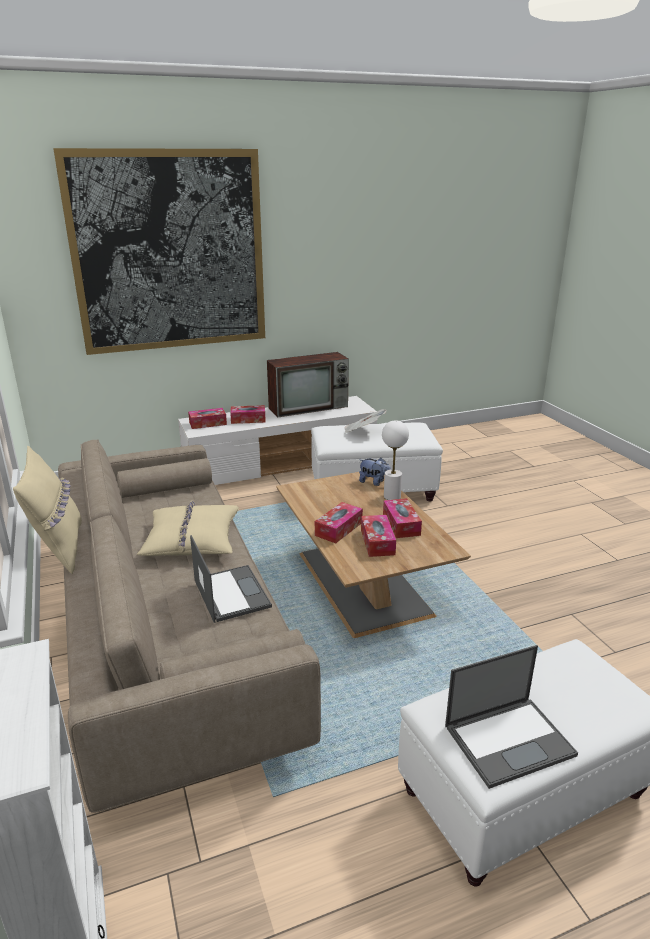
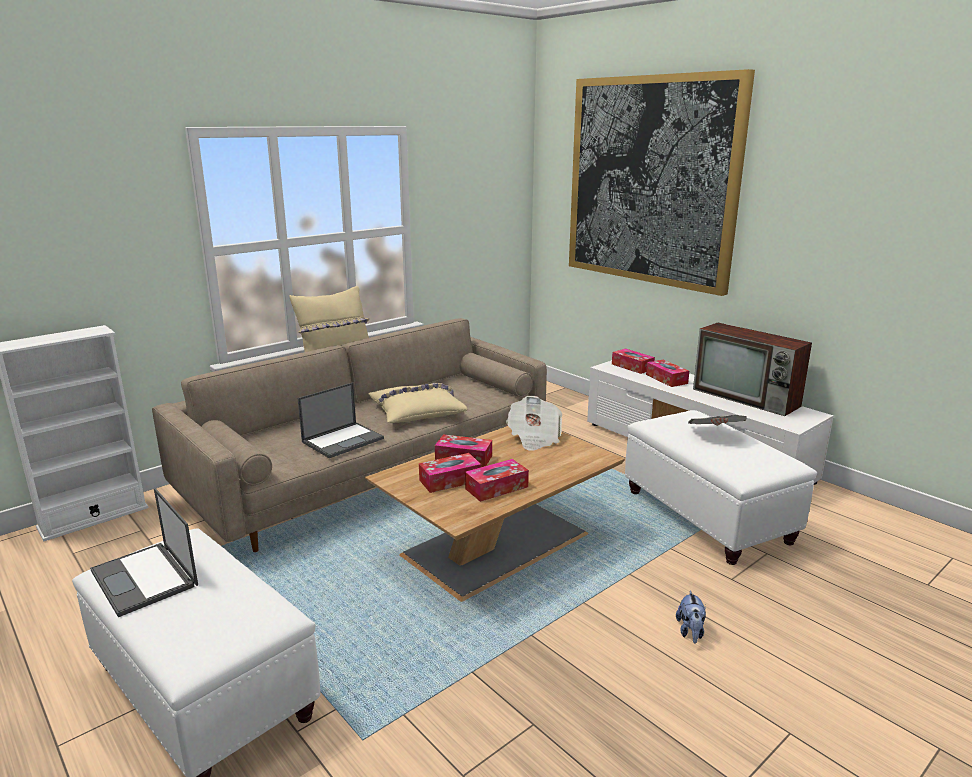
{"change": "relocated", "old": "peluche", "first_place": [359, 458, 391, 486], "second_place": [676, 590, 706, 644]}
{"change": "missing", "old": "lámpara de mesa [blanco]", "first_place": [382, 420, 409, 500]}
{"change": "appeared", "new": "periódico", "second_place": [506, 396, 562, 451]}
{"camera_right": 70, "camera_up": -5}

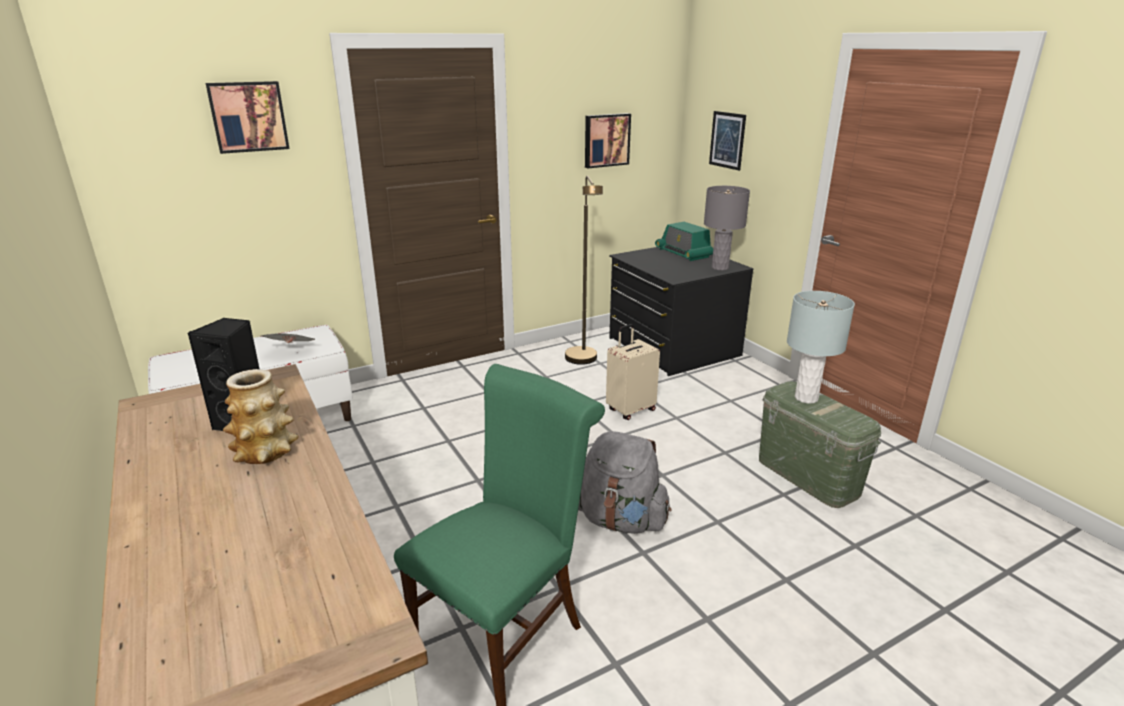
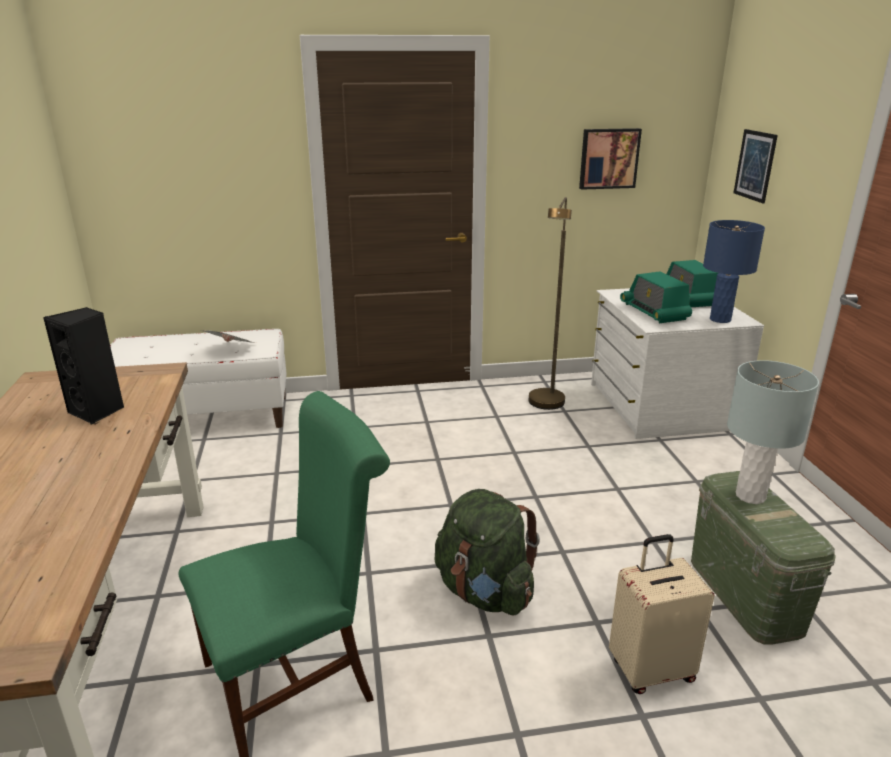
{"change": "missing", "old": "cuadro", "first_place": [206, 81, 289, 154]}
{"change": "missing", "old": "florero", "first_place": [223, 369, 299, 464]}
{"change": "colour", "old": "mochila [gris]", "new": "mochila [verde]", "first_place": [578, 431, 672, 534], "second_place": [435, 489, 540, 615]}
{"change": "relocated", "old": "maleta [beis]", "first_place": [606, 324, 660, 420], "second_place": [609, 534, 715, 694]}
{"change": "colour", "old": "cómoda [negro]", "new": "cómoda [blanco]", "first_place": [609, 247, 754, 376], "second_place": [591, 288, 764, 439]}
{"change": "colour", "old": "lámpara de mesa [gris]", "new": "lámpara de mesa [azul]", "first_place": [704, 186, 750, 270], "second_place": [703, 220, 765, 323]}
{"change": "appeared", "new": "radio", "second_place": [620, 271, 692, 323]}
{"camera_right": 20, "camera_up": 0}

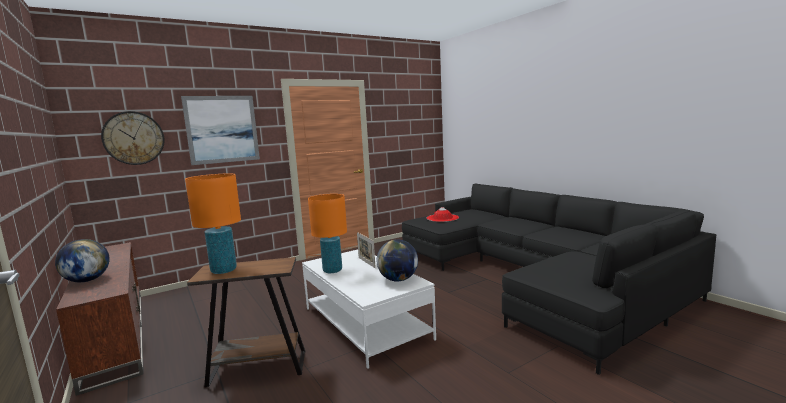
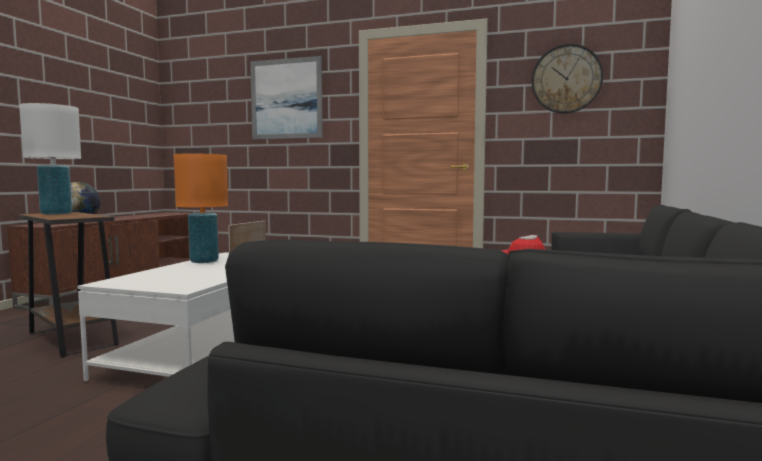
{"change": "relocated", "old": "reloj de pared", "first_place": [101, 111, 165, 165], "second_place": [531, 44, 603, 114]}
{"change": "colour", "old": "lámpara de mesa [naranja]", "new": "lámpara de mesa [blanco]", "first_place": [185, 173, 241, 274], "second_place": [19, 103, 81, 215]}
{"change": "missing", "old": "globo terráqueo", "first_place": [377, 239, 418, 282]}
{"camera_right": 50, "camera_up": -5}

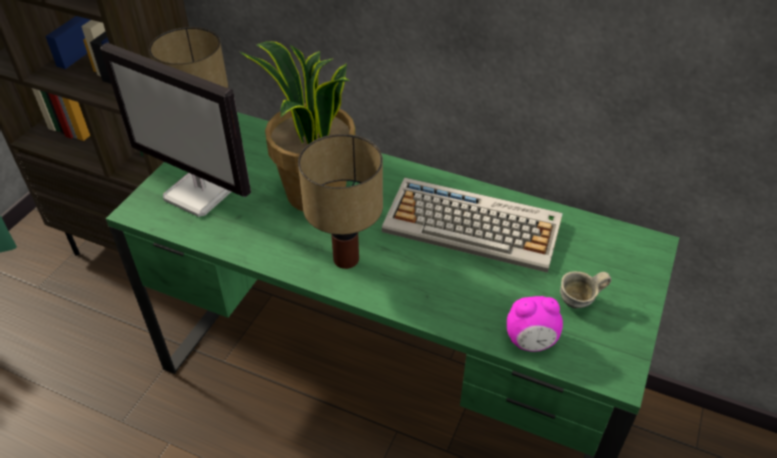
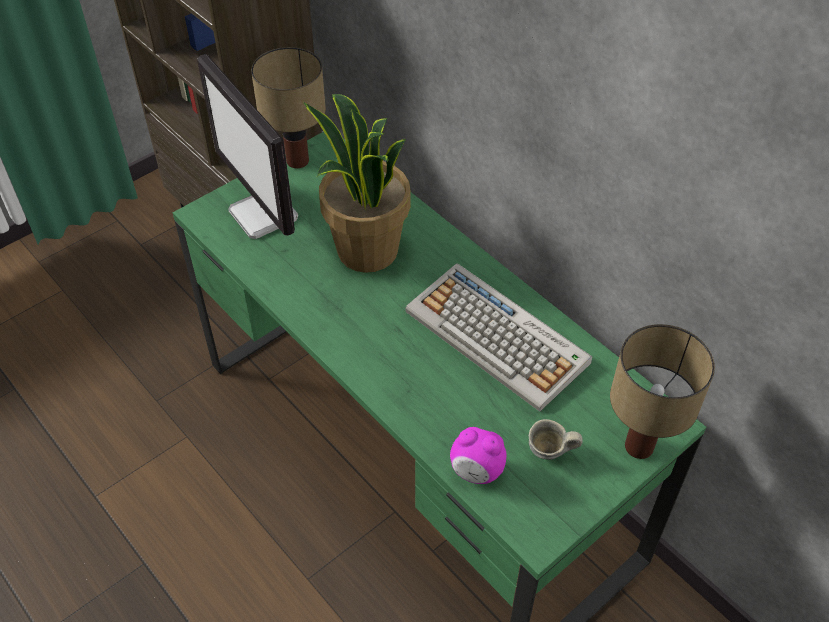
{"change": "relocated", "old": "lámpara de mesa", "first_place": [298, 134, 383, 269], "second_place": [610, 324, 715, 459]}
{"camera_right": 25, "camera_up": 5}

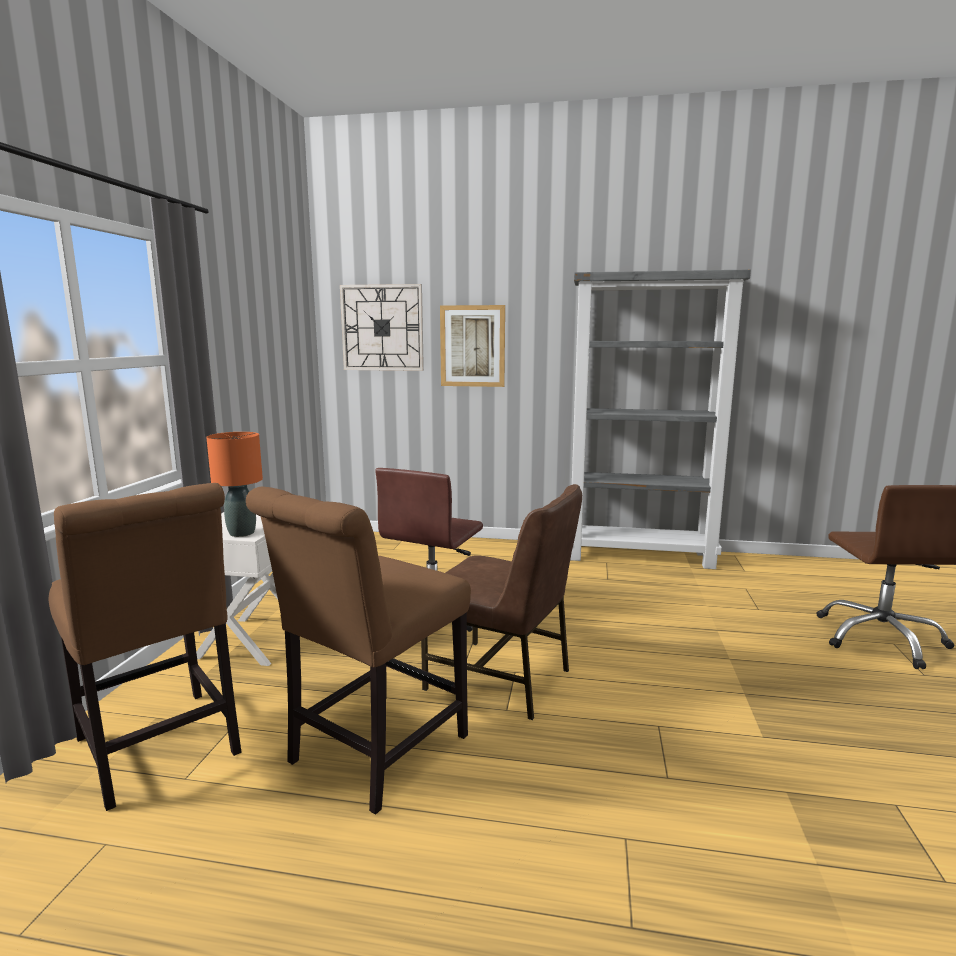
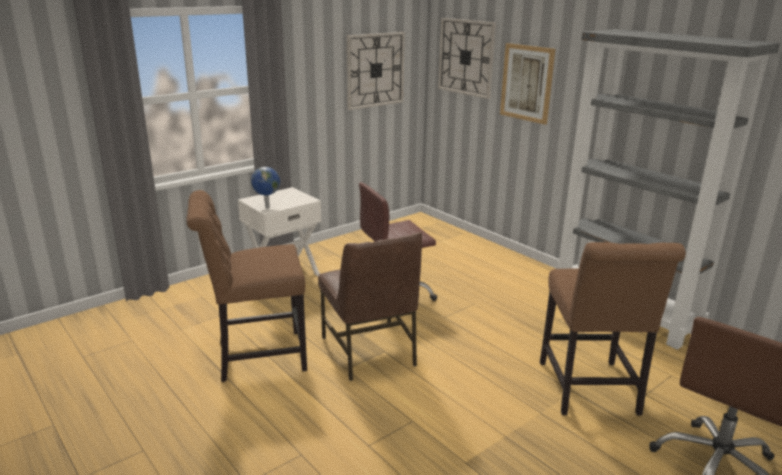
{"change": "relocated", "old": "silla [marrón]", "first_place": [49, 483, 241, 811], "second_place": [540, 242, 686, 415]}
{"change": "exchanged", "old": "lámpara de mesa [naranja]", "new": "globo terráqueo", "first_place": [206, 432, 263, 537], "second_place": [251, 167, 280, 208]}
{"change": "appeared", "new": "reloj de pared", "second_place": [346, 32, 405, 110]}
{"camera_right": 40, "camera_up": 10}

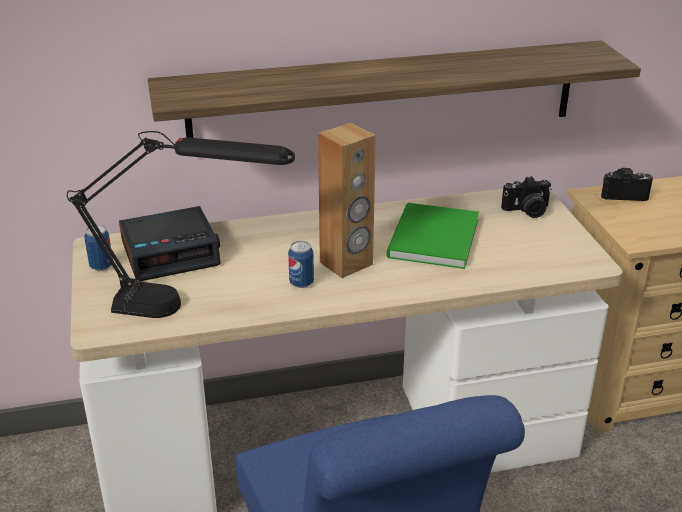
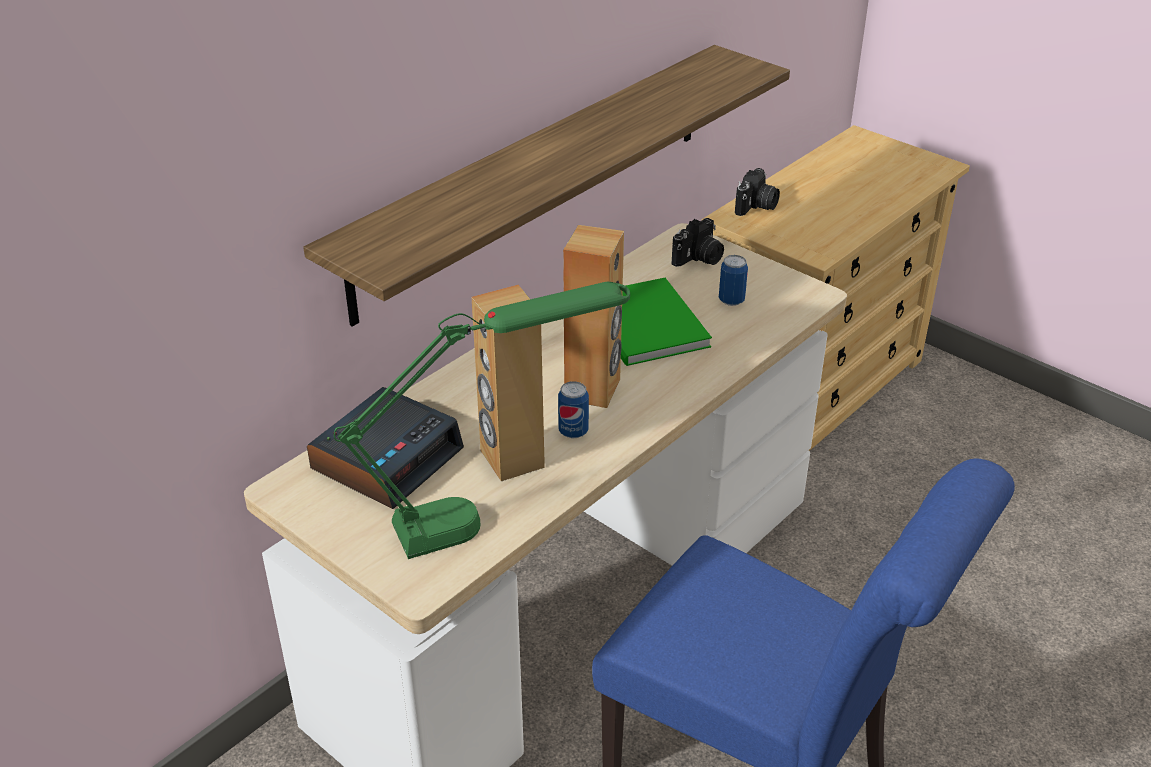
{"change": "colour", "old": "lámpara de mesa [negro]", "new": "lámpara de mesa [verde]", "first_place": [67, 131, 295, 318], "second_place": [334, 282, 630, 559]}
{"change": "relocated", "old": "lata", "first_place": [84, 225, 113, 271], "second_place": [719, 255, 748, 306]}
{"change": "spun", "old": "cámara", "first_place": [601, 168, 653, 201], "second_place": [735, 168, 780, 216], "degrees": 150}
{"change": "appeared", "new": "altavoz [marrón]", "second_place": [472, 285, 545, 481]}
{"camera_right": -35, "camera_up": 5}

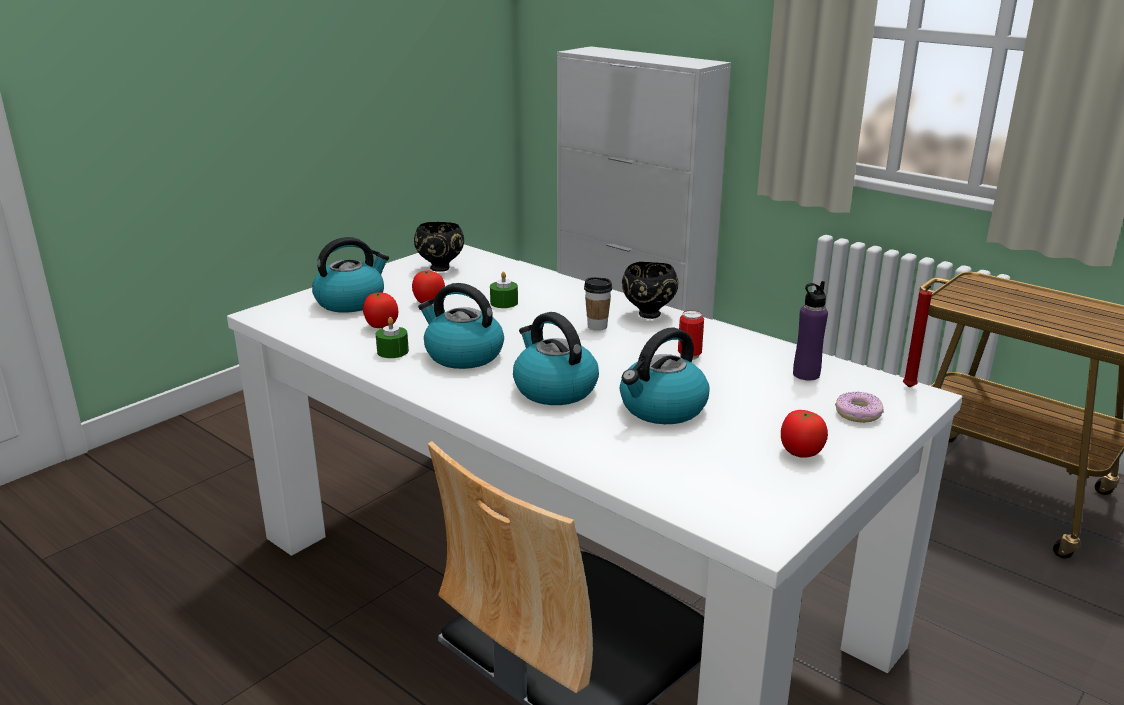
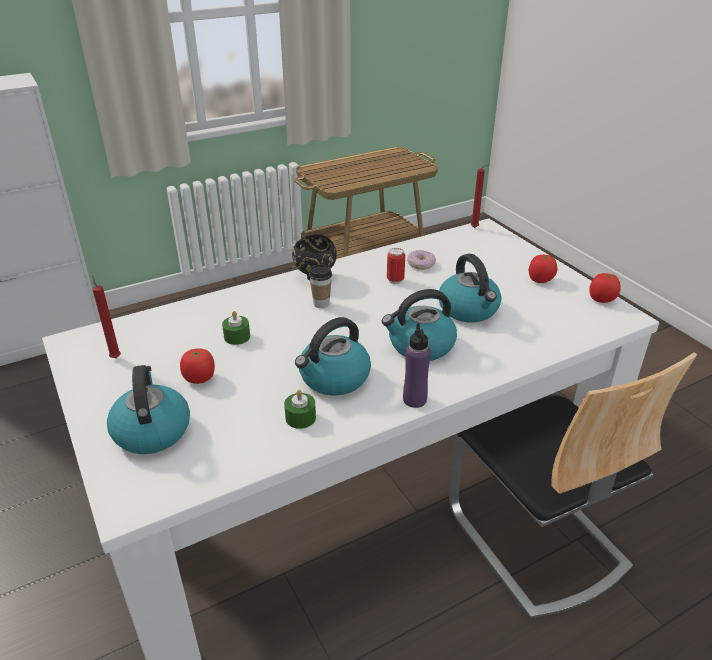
{"change": "relocated", "old": "tomate", "first_place": [363, 292, 398, 328], "second_place": [589, 273, 621, 303]}
{"change": "exchanged", "old": "cuenco [negro]", "new": "vela [rojo]", "first_place": [414, 222, 464, 272], "second_place": [92, 275, 121, 358]}
{"change": "relocated", "old": "botella [morado]", "first_place": [793, 281, 828, 380], "second_place": [403, 323, 431, 408]}
{"change": "relocated", "old": "rosquilla", "first_place": [835, 392, 884, 423], "second_place": [407, 250, 436, 270]}
{"camera_right": -70, "camera_up": 10}

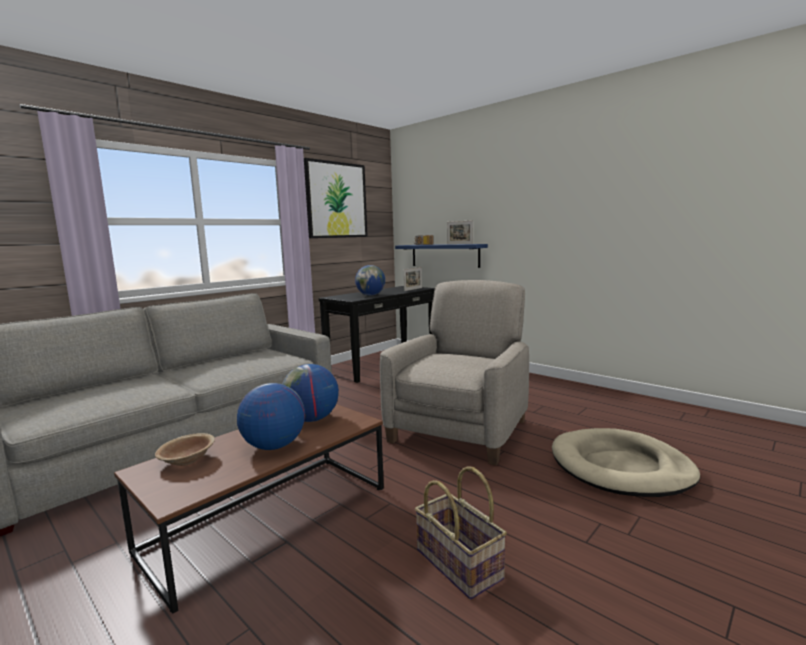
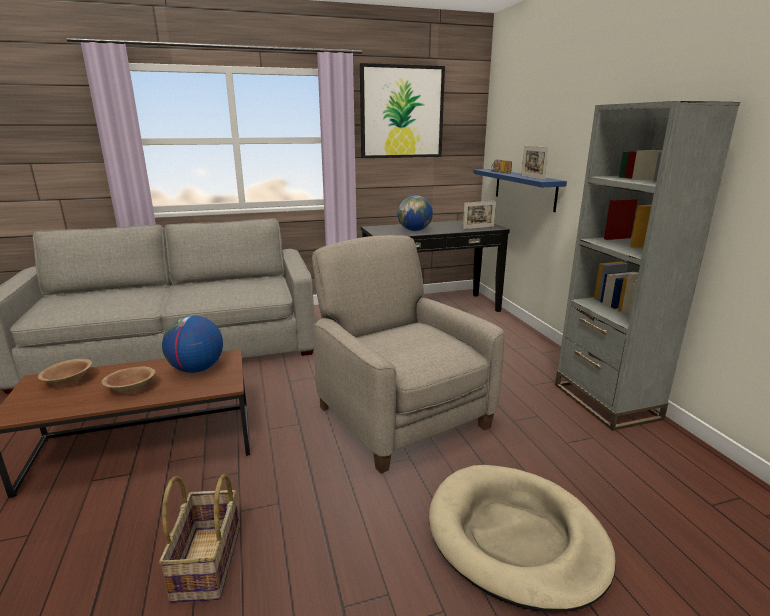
{"change": "exchanged", "old": "globo terráqueo", "new": "cuenco [marrón]", "first_place": [237, 383, 305, 450], "second_place": [101, 366, 156, 393]}
{"change": "spun", "old": "sillón [beis]", "first_place": [380, 280, 529, 465], "second_place": [312, 235, 504, 474], "degrees": -90}
{"change": "appeared", "new": "estantería [gris]", "second_place": [555, 101, 740, 431]}
{"camera_right": 30, "camera_up": 10}

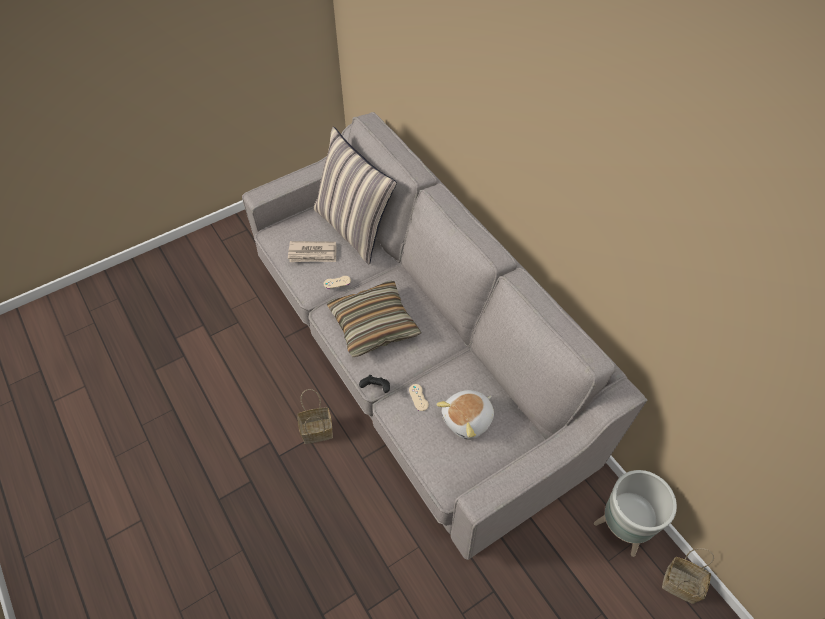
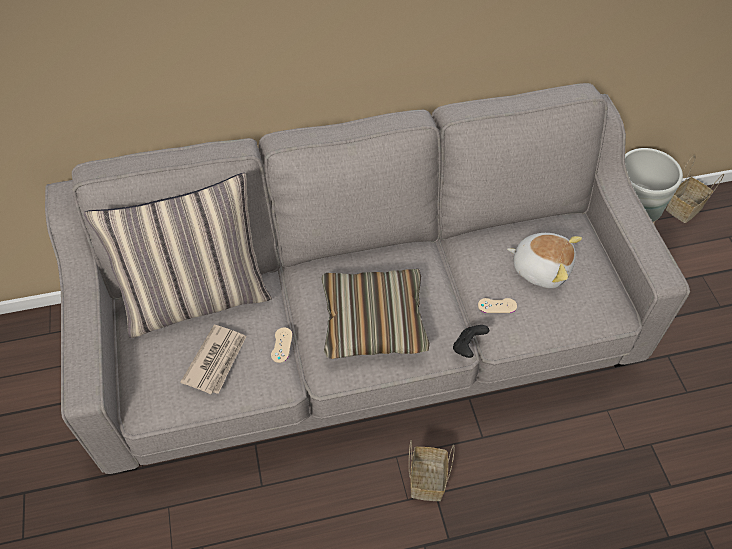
{"change": "spun", "old": "peluche", "first_place": [436, 390, 494, 440], "second_place": [507, 233, 582, 288], "degrees": -45}
{"camera_right": -70, "camera_up": 0}

